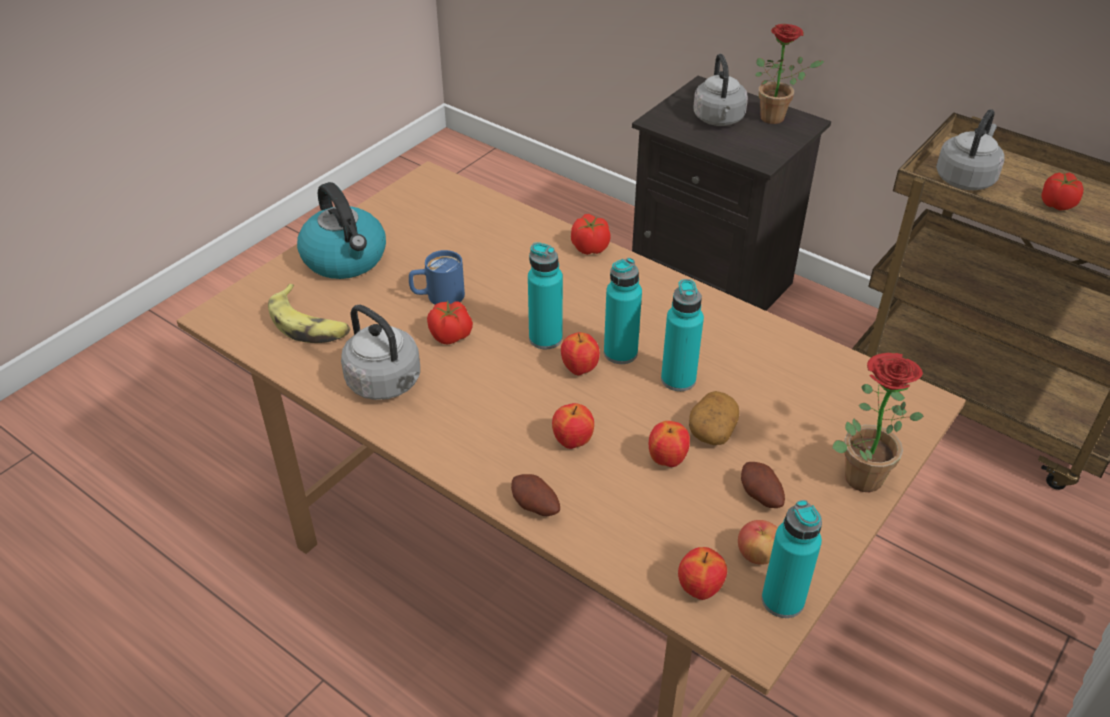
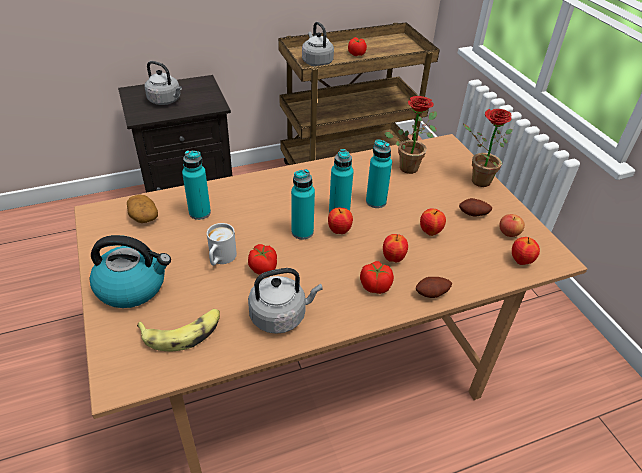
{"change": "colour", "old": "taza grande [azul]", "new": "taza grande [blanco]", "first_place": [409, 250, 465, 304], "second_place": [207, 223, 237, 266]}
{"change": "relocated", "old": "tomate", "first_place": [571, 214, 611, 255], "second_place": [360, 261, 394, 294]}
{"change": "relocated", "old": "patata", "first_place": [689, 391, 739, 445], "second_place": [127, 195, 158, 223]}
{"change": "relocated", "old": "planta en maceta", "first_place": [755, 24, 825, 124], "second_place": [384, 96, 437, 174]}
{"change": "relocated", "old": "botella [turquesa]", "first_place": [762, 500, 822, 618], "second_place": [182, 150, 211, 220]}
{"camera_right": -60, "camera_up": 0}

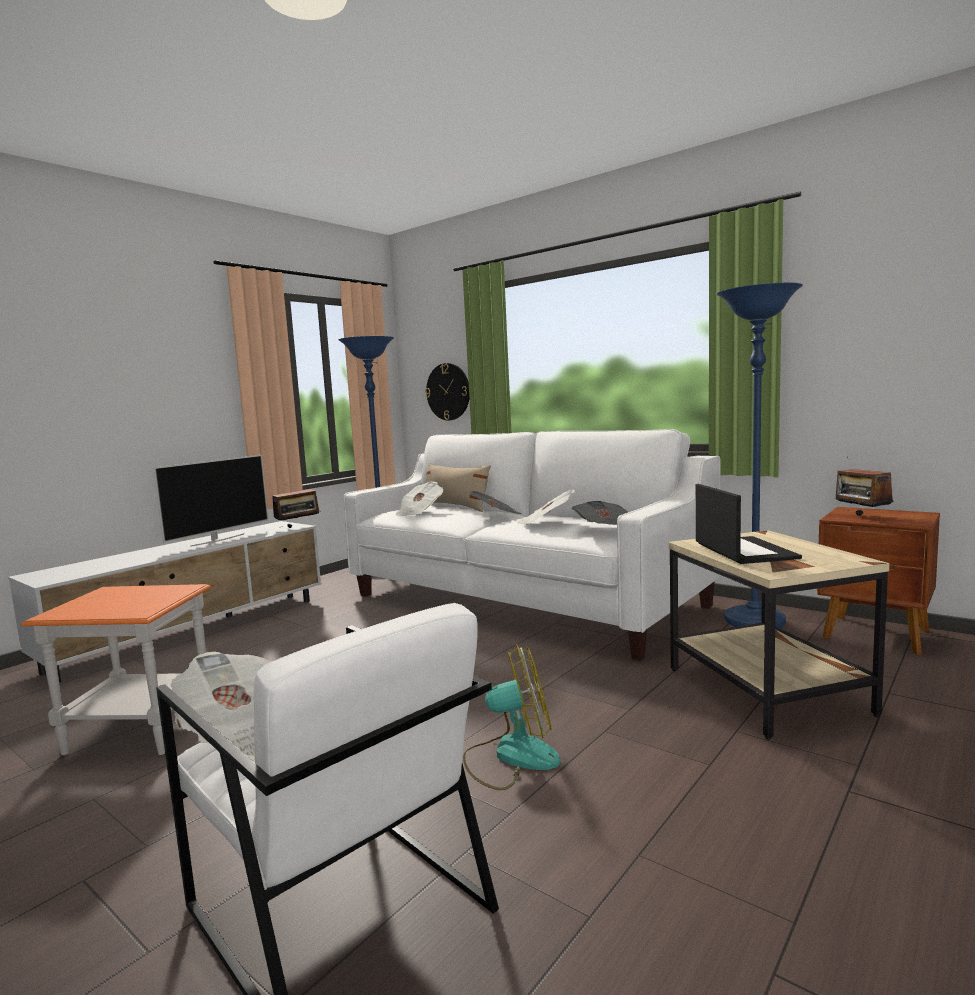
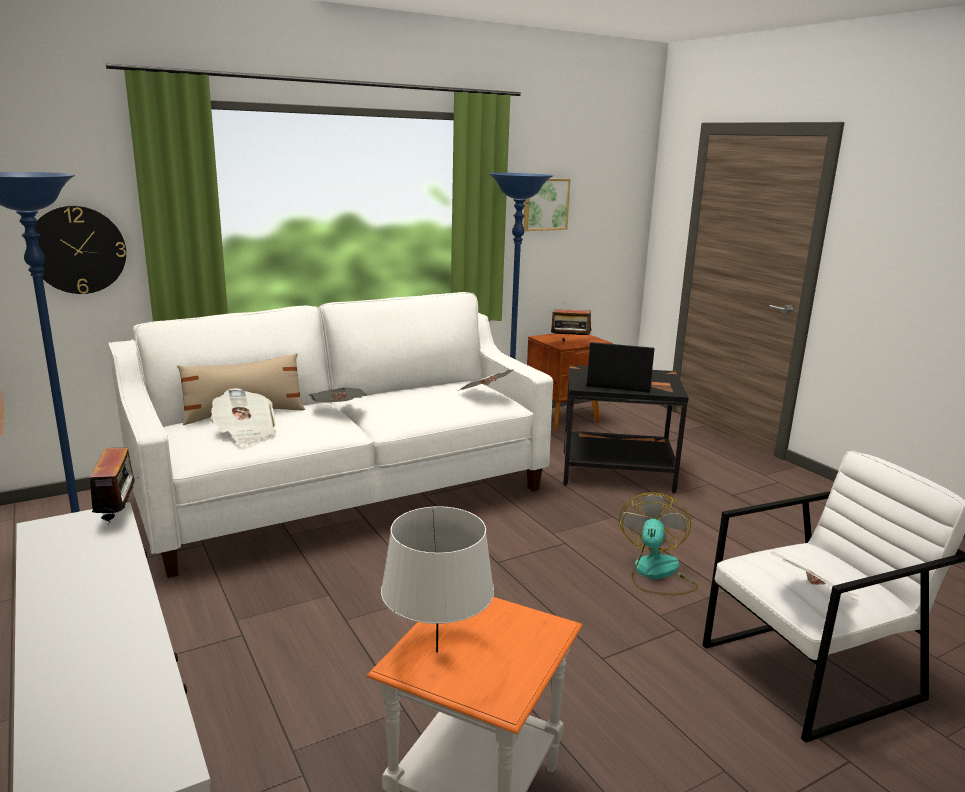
{"change": "missing", "old": "televisor", "first_place": [153, 455, 269, 547]}
{"change": "missing", "old": "periódico", "first_place": [518, 490, 575, 525]}
{"change": "colour", "old": "mesa auxiliar [beis]", "new": "mesa auxiliar [negro]", "first_place": [669, 530, 889, 740], "second_place": [563, 365, 689, 494]}
{"change": "appeared", "new": "lámpara de mesa [gris]", "second_place": [381, 506, 494, 652]}
{"change": "appeared", "new": "cuadro", "second_place": [523, 179, 571, 231]}
{"camera_right": -70, "camera_up": 10}

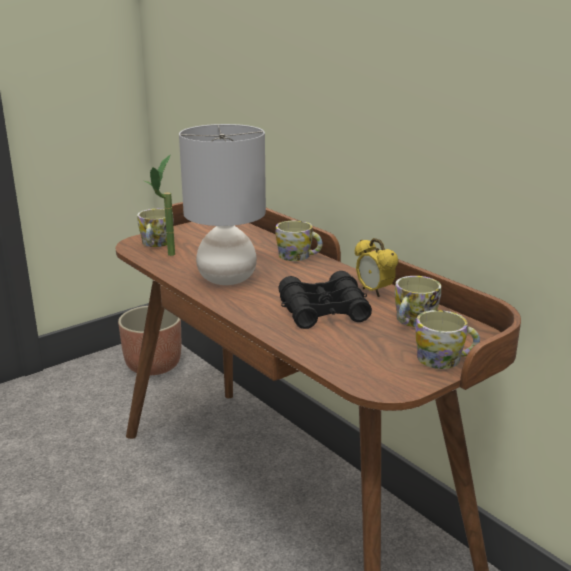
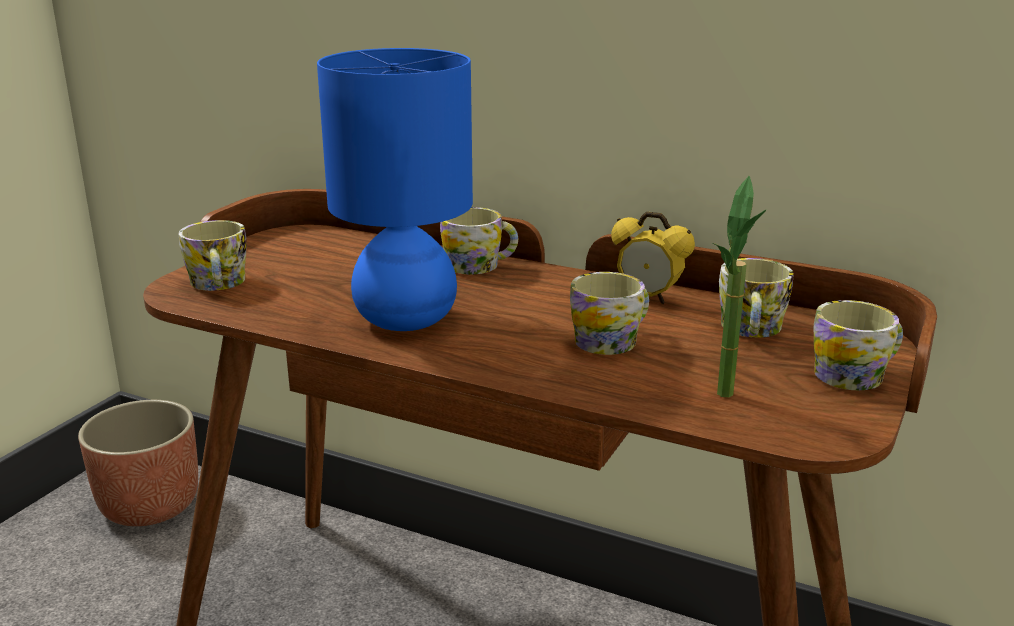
{"change": "relocated", "old": "planta en maceta", "first_place": [145, 154, 175, 256], "second_place": [712, 176, 766, 398]}
{"change": "colour", "old": "lámpara de mesa [gris]", "new": "lámpara de mesa [azul]", "first_place": [179, 124, 266, 285], "second_place": [317, 48, 473, 331]}
{"change": "exchanged", "old": "prismáticos [negro]", "new": "taza grande", "first_place": [278, 271, 372, 329], "second_place": [570, 272, 649, 355]}
{"camera_right": -25, "camera_up": 0}

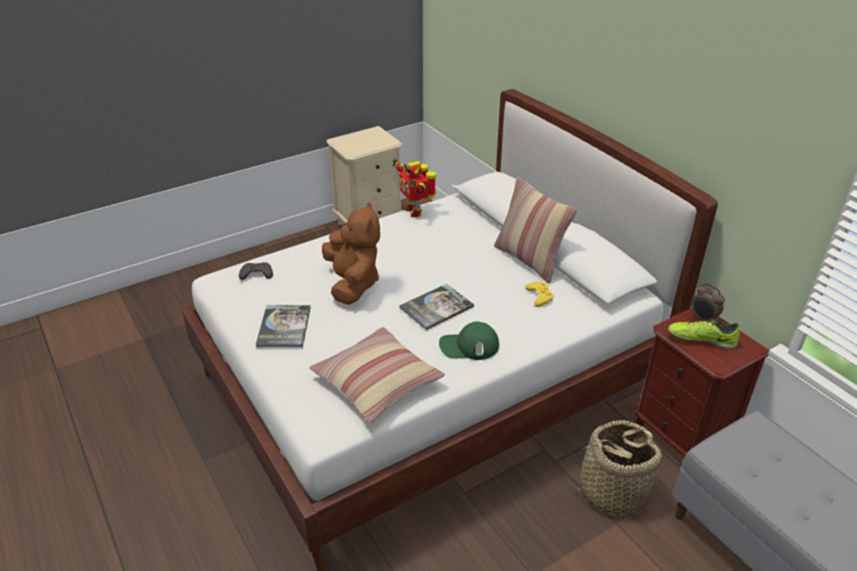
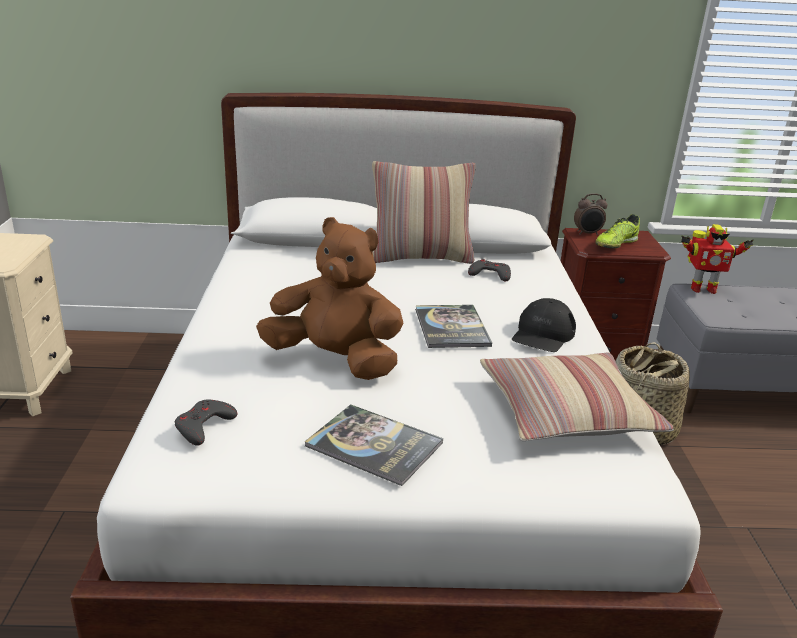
{"change": "relocated", "old": "robot de juguete", "first_place": [392, 159, 436, 217], "second_place": [681, 224, 754, 294]}
{"change": "colour", "old": "gorra [verde]", "new": "gorra [negro]", "first_place": [439, 321, 499, 360], "second_place": [512, 298, 576, 352]}
{"change": "colour", "old": "mando de consola [amarillo]", "new": "mando de consola [gris]", "first_place": [525, 282, 554, 307], "second_place": [468, 259, 511, 281]}
{"camera_right": -60, "camera_up": -10}

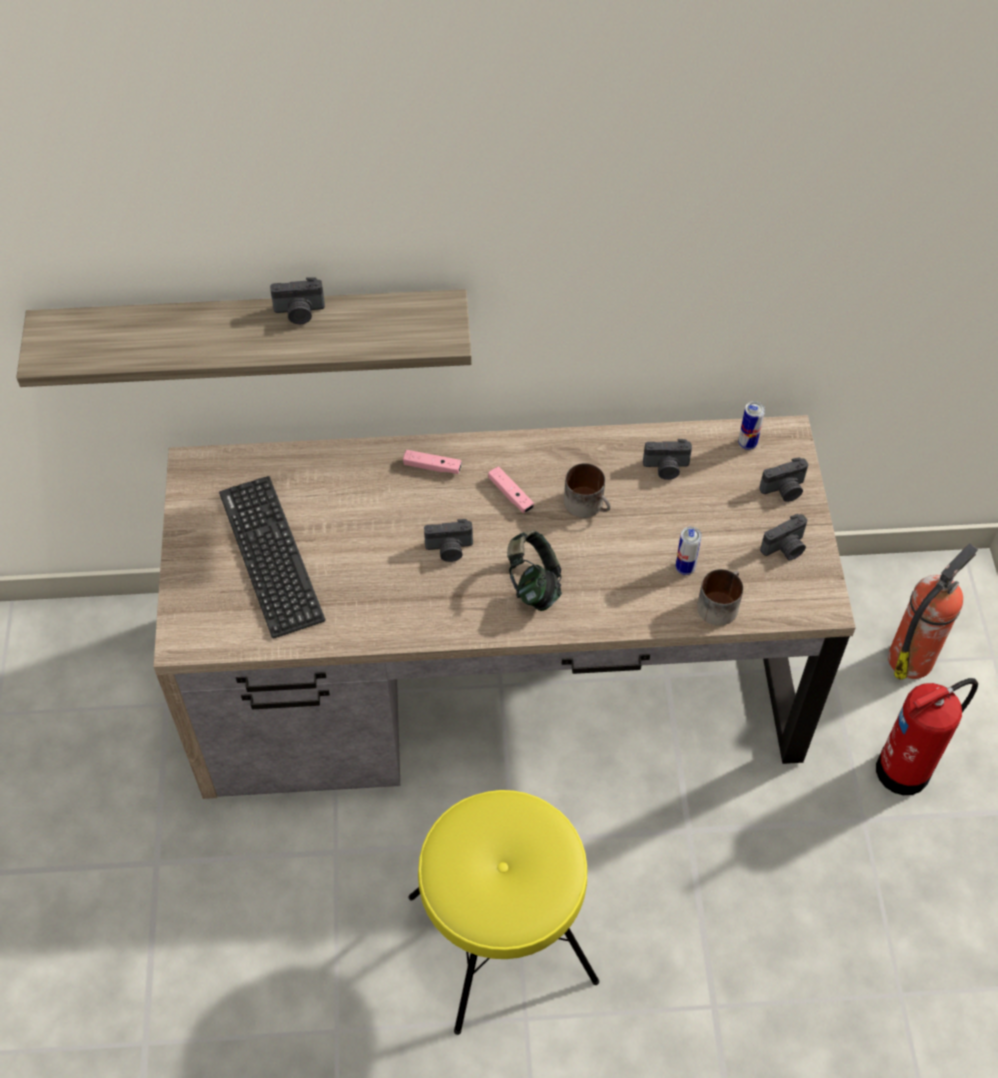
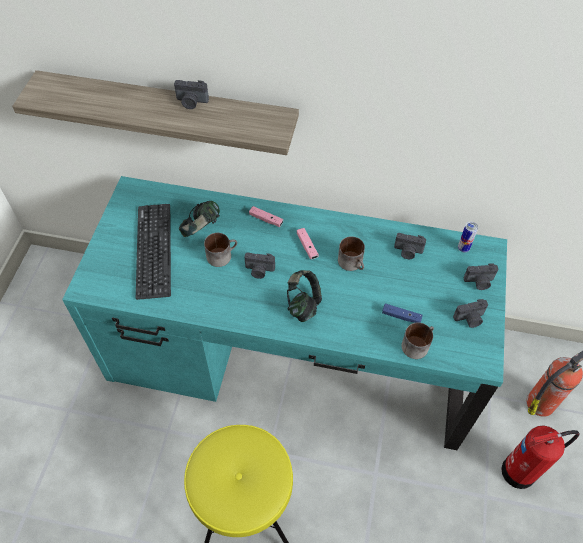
{"change": "colour", "old": "escritorio [marrón]", "new": "escritorio [turquesa]", "first_place": [153, 415, 856, 799], "second_place": [62, 176, 507, 450]}
{"change": "exchanged", "old": "lata", "new": "mando de consola [azul]", "first_place": [676, 527, 702, 575], "second_place": [382, 304, 423, 323]}
{"change": "appeared", "new": "auriculares", "second_place": [179, 201, 220, 237]}
{"change": "appeared", "new": "taza grande", "second_place": [204, 233, 237, 267]}
{"camera_right": 15, "camera_up": 0}

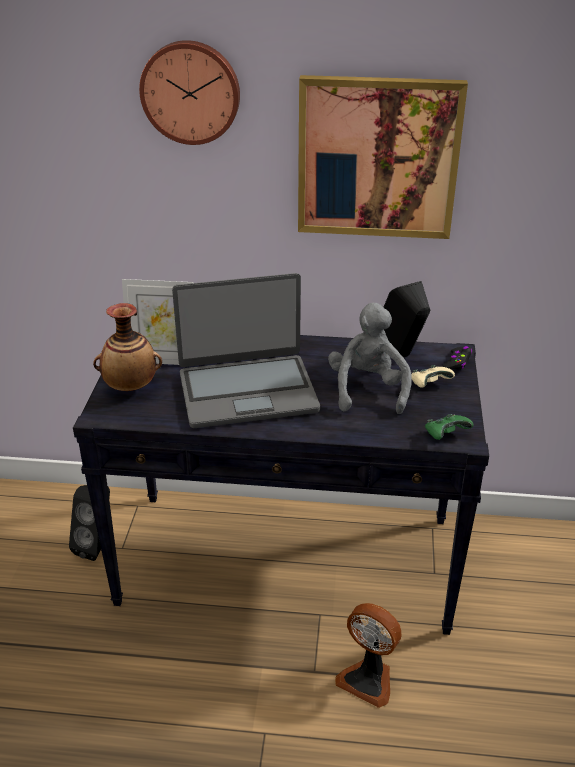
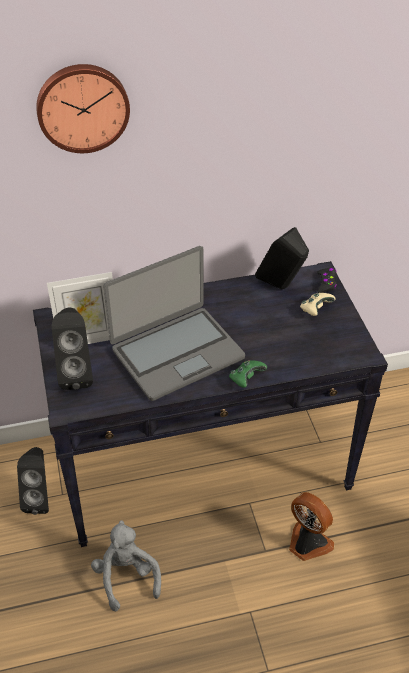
{"change": "exchanged", "old": "florero", "new": "altavoz [negro]", "first_place": [93, 303, 162, 391], "second_place": [52, 307, 93, 390]}
{"change": "missing", "old": "cuadro", "first_place": [298, 75, 468, 239]}
{"change": "relocated", "old": "peluche [gris]", "first_place": [328, 303, 412, 414], "second_place": [91, 520, 161, 611]}
{"change": "spun", "old": "ventilador", "first_place": [335, 603, 401, 708], "second_place": [289, 492, 334, 561], "degrees": -150}
{"change": "relocated", "old": "mando de consola [verde]", "first_place": [425, 414, 473, 440], "second_place": [229, 360, 267, 388]}
{"camera_right": -20, "camera_up": 10}

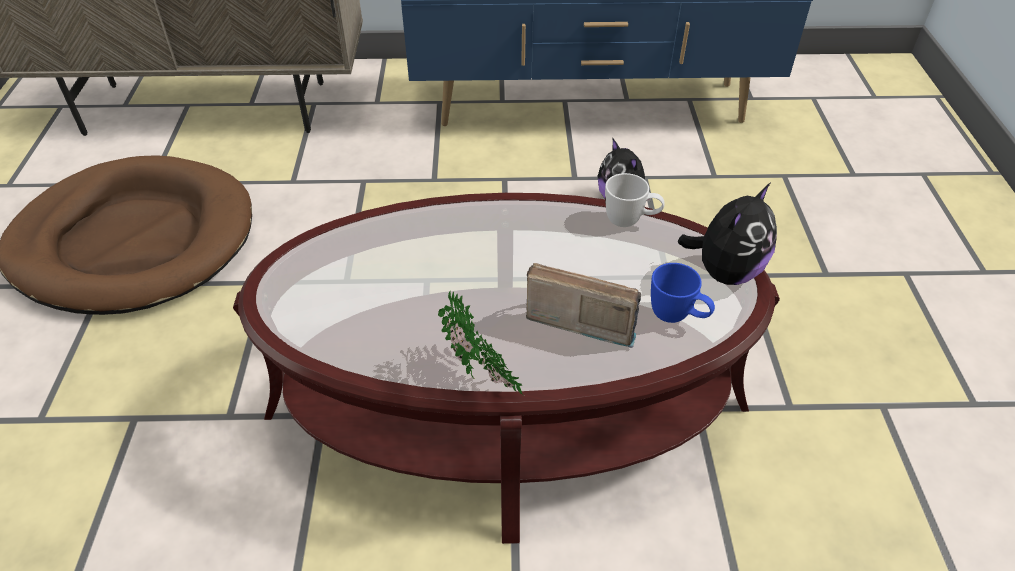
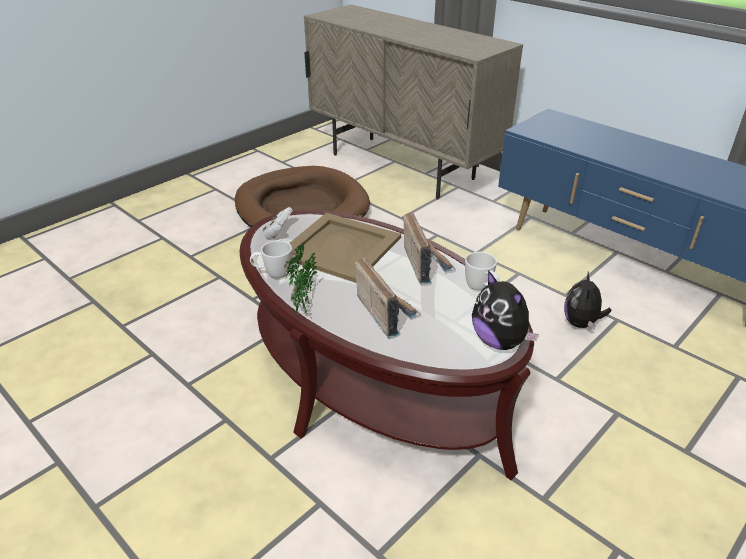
{"change": "missing", "old": "taza grande [azul]", "first_place": [651, 263, 715, 323]}
{"change": "spun", "old": "peluche", "first_place": [678, 182, 777, 285], "second_place": [472, 270, 539, 350], "degrees": 60}
{"change": "appeared", "new": "taza grande [blanco]", "second_place": [250, 241, 292, 278]}
{"change": "appeared", "new": "mando de consola [blanco]", "second_place": [263, 207, 293, 239]}
{"change": "appeared", "new": "bandeja [beis]", "second_place": [289, 213, 401, 283]}
{"change": "appeared", "new": "radio", "second_place": [403, 212, 456, 284]}
{"camera_right": 45, "camera_up": -10}

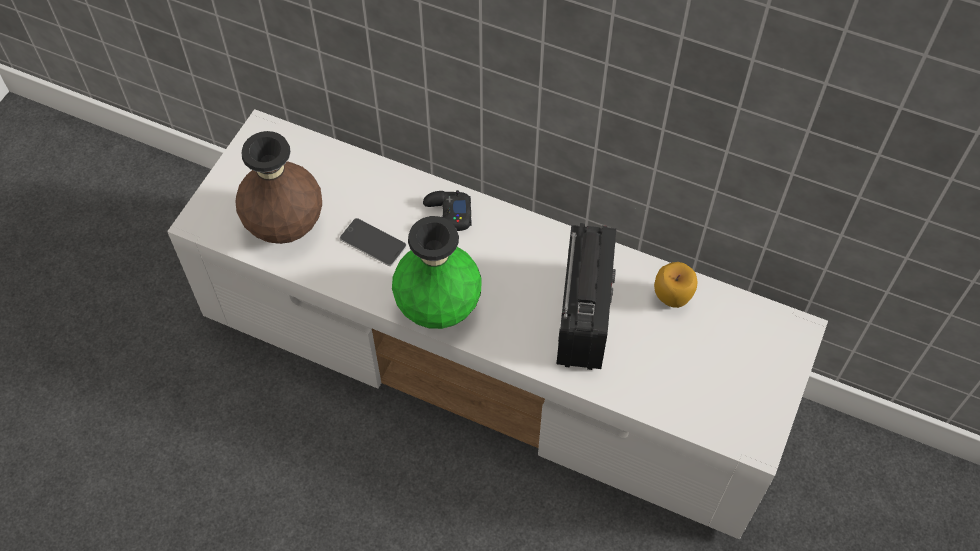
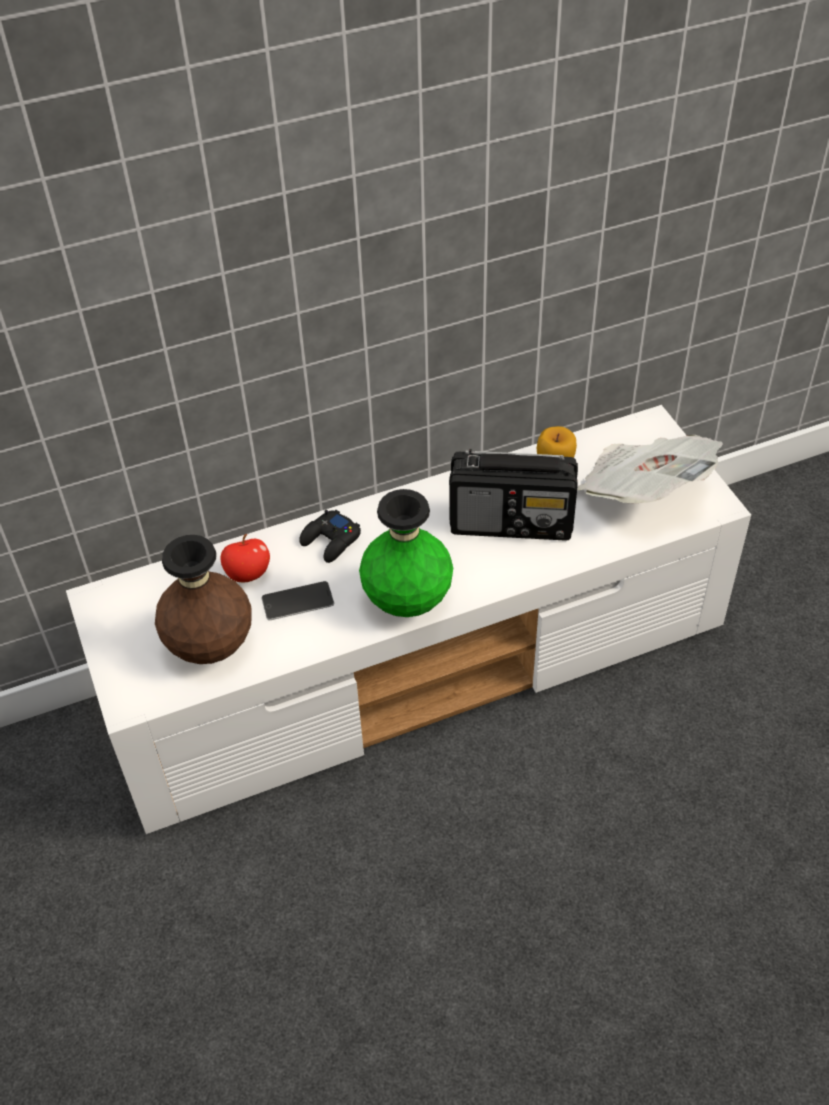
{"change": "spun", "old": "radio", "first_place": [556, 223, 616, 370], "second_place": [449, 449, 578, 541], "degrees": 135}
{"change": "appeared", "new": "manzana", "second_place": [221, 534, 270, 582]}
{"change": "appeared", "new": "periódico", "second_place": [577, 435, 723, 504]}
{"camera_right": -45, "camera_up": -10}

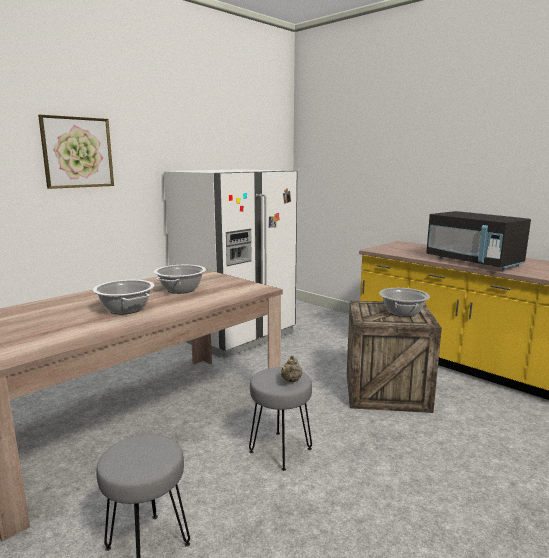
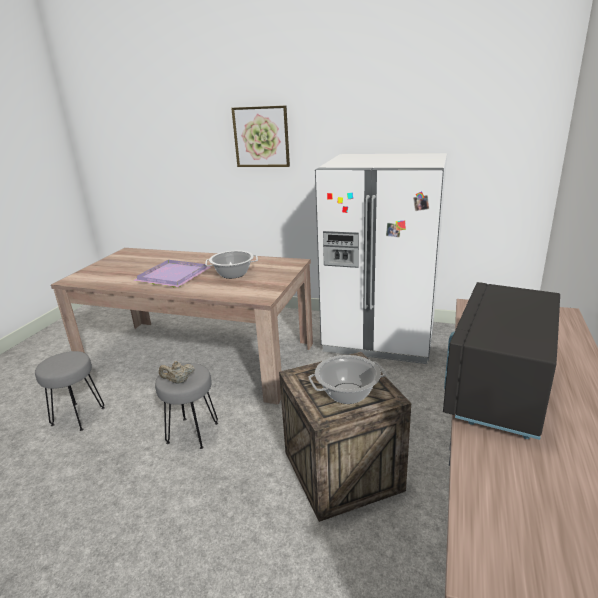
{"change": "exchanged", "old": "olla", "new": "bandeja [morado]", "first_place": [93, 280, 155, 314], "second_place": [132, 260, 210, 287]}
{"camera_right": 65, "camera_up": 10}

